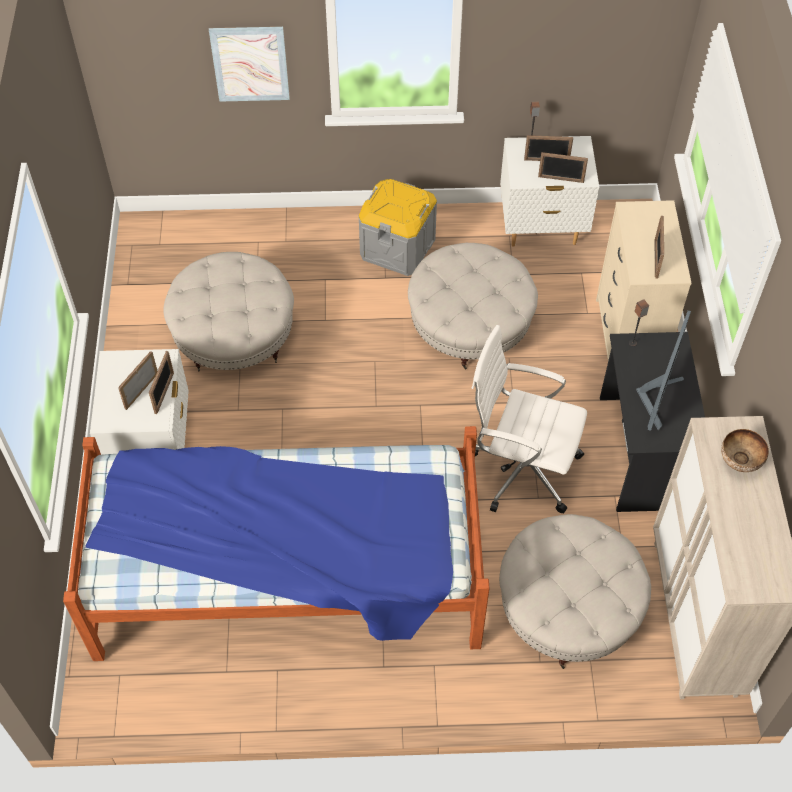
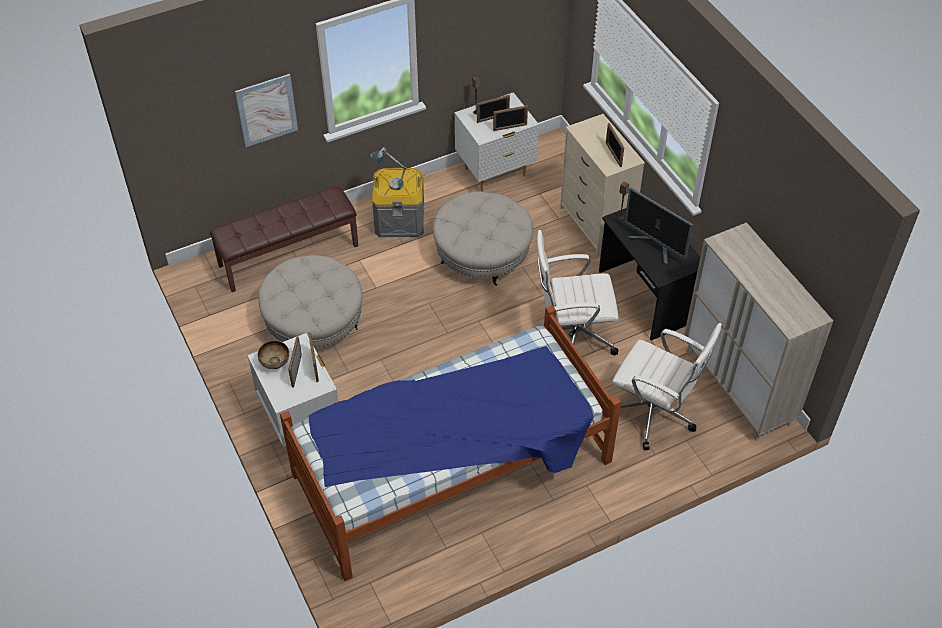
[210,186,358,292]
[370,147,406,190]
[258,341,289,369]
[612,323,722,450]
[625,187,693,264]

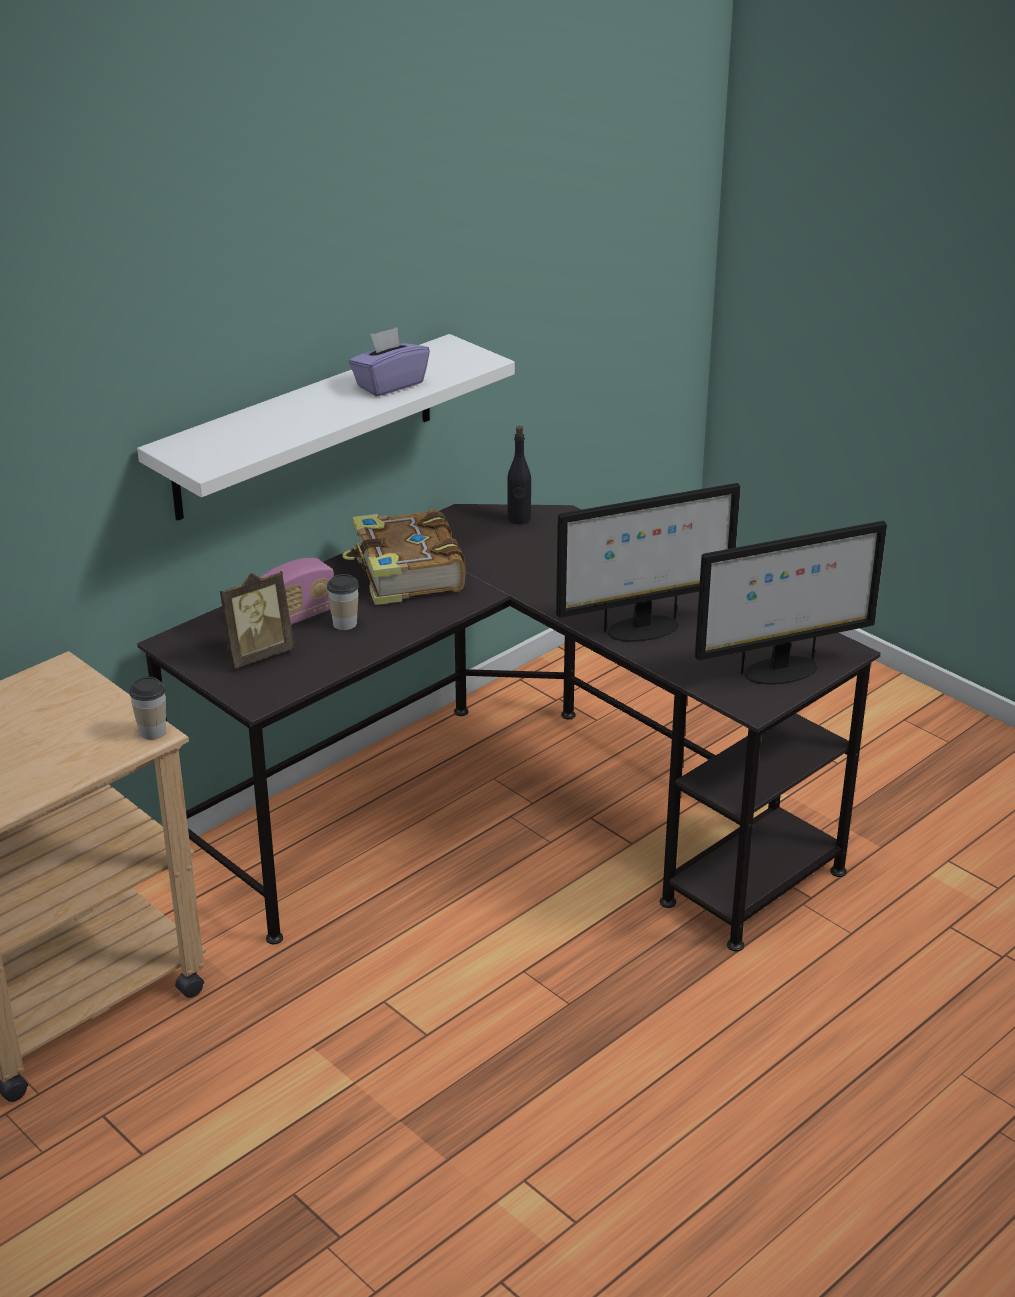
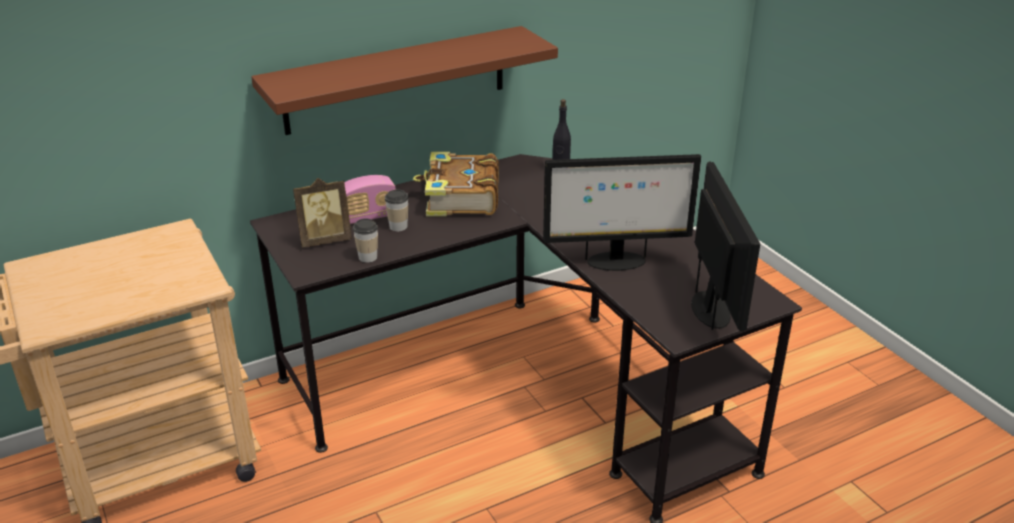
[349,327,430,397] (first image)
[353,219,378,263]
[251,26,558,135]
[691,162,760,331]

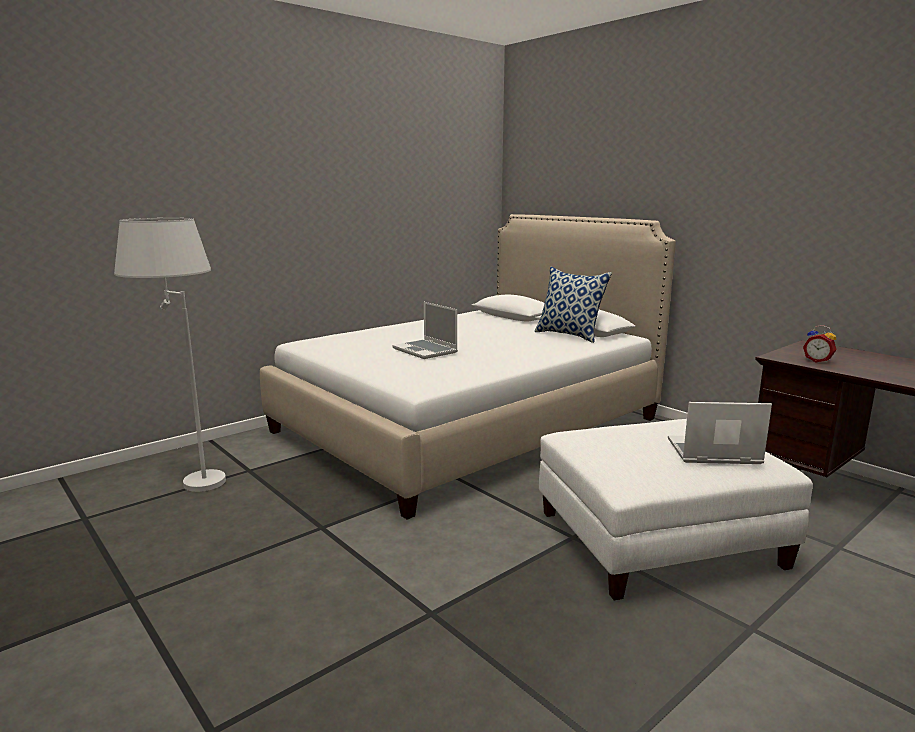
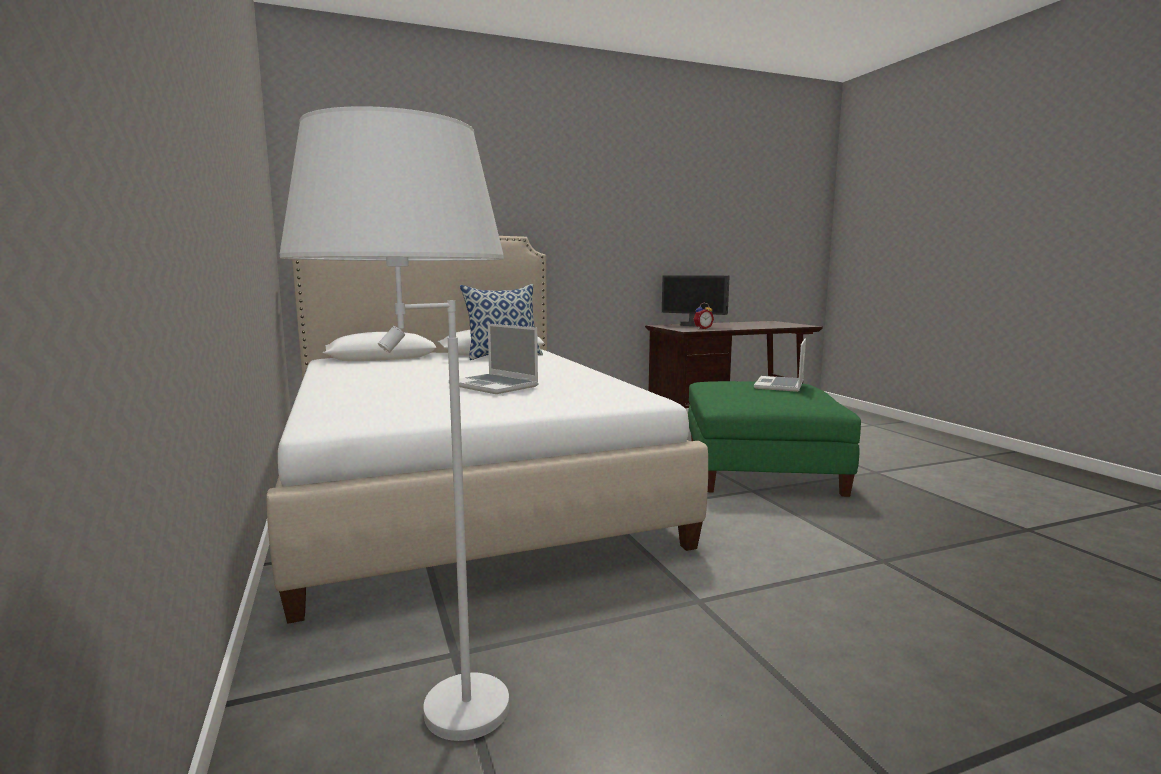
[662,275,730,327]
[688,381,861,497]
[459,324,539,394]

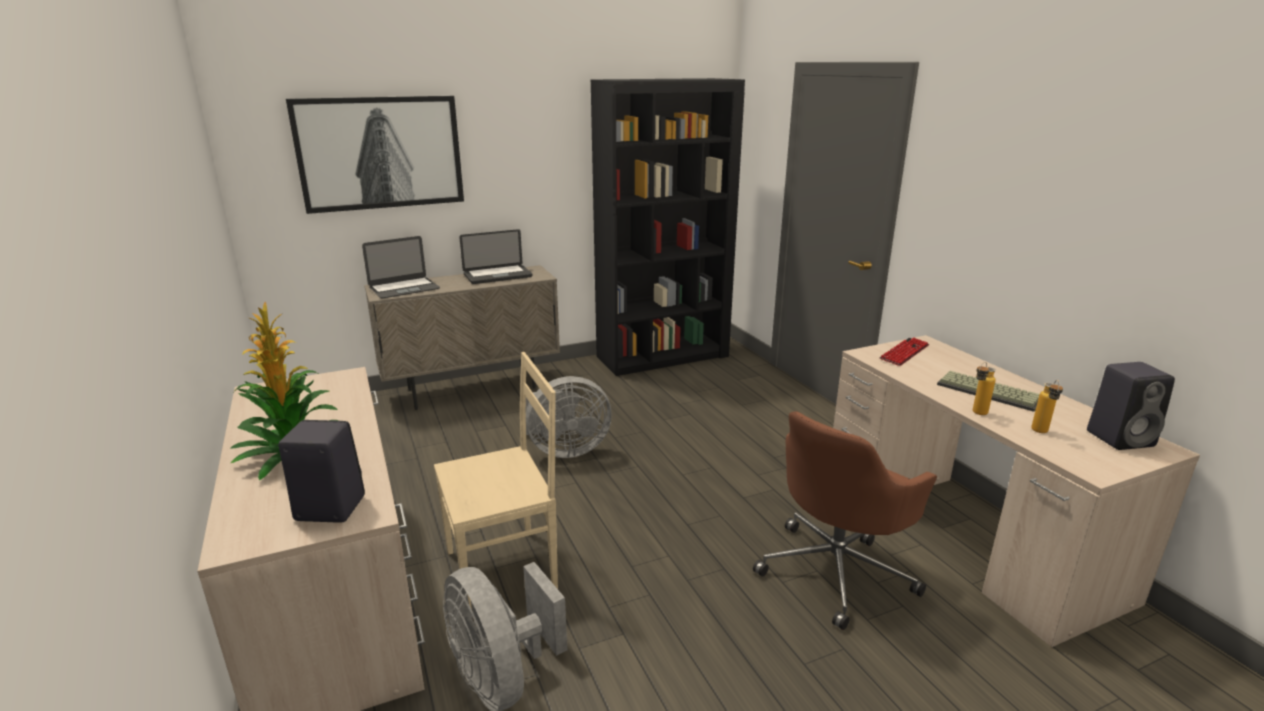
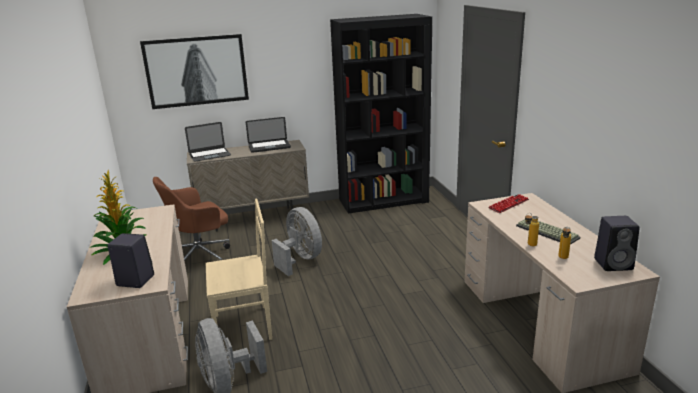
[153,177,230,261]
[271,207,322,276]

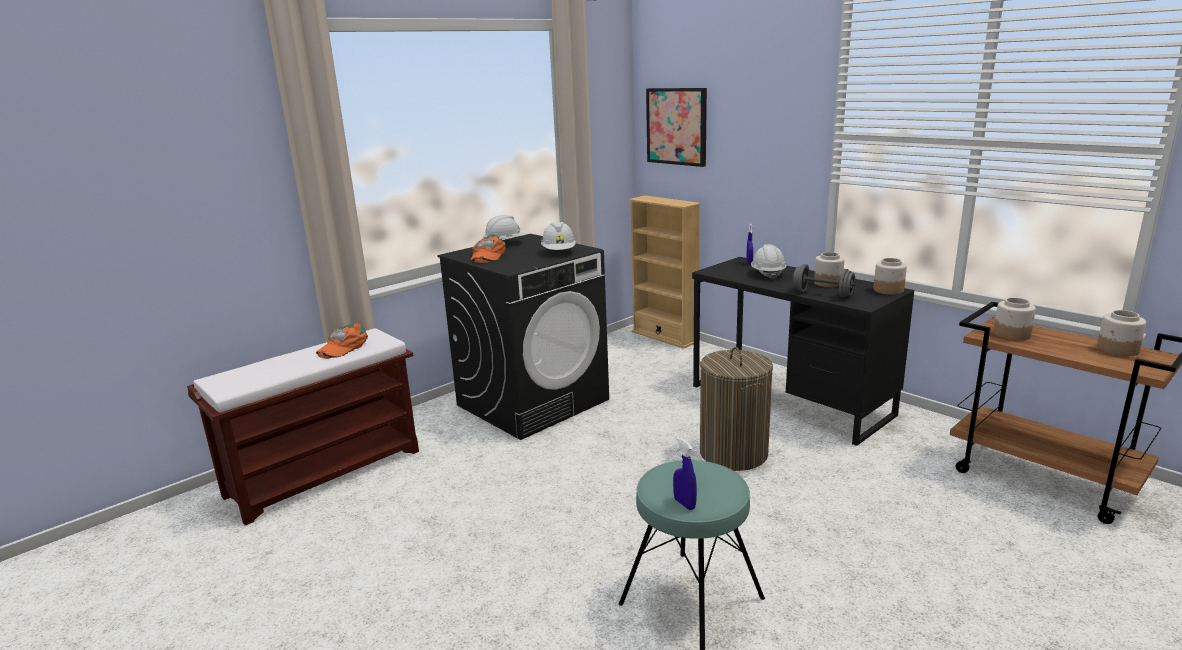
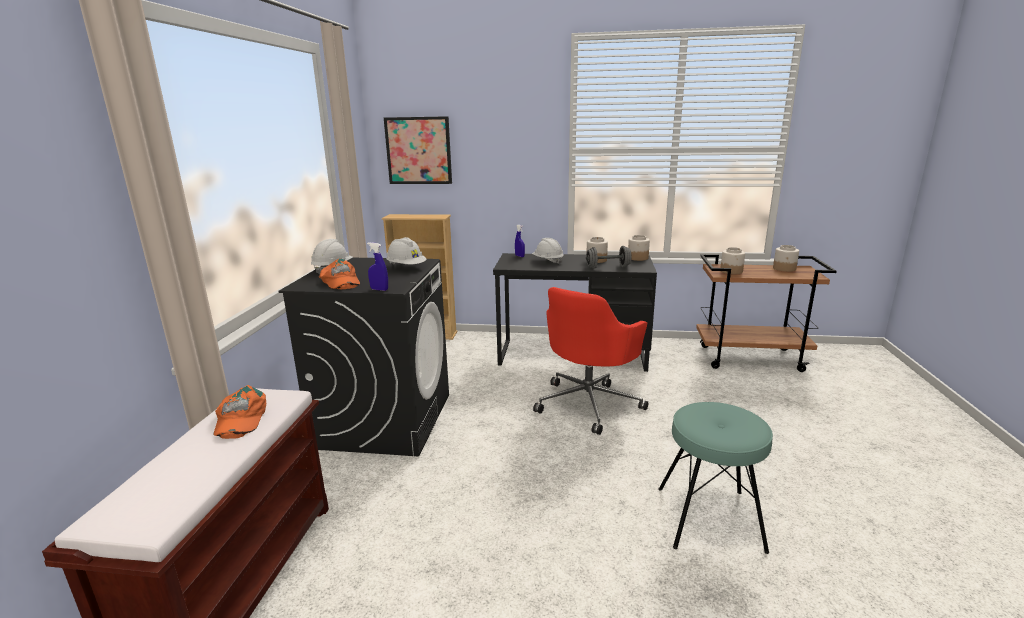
[367,242,388,291]
[533,287,648,435]

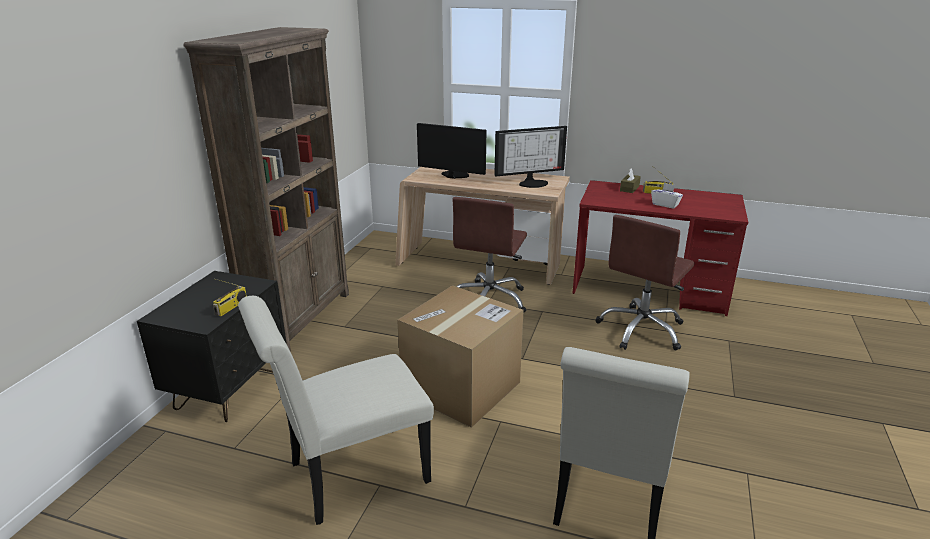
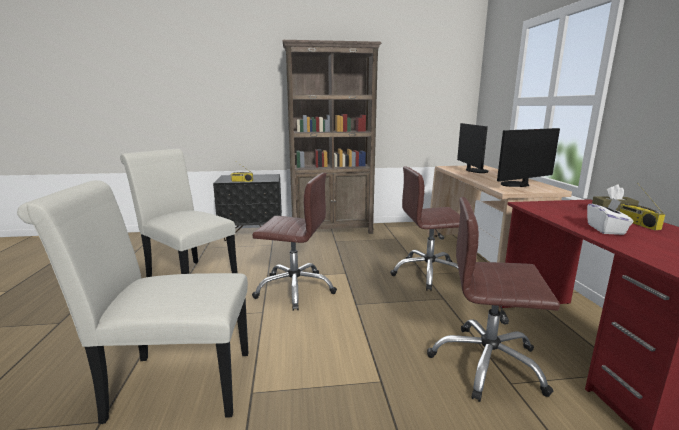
[252,173,337,311]
[497,128,560,187]

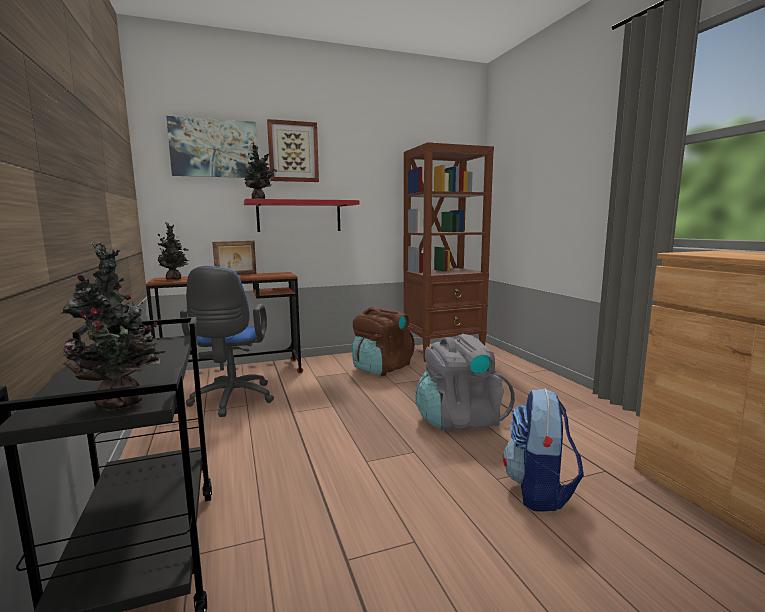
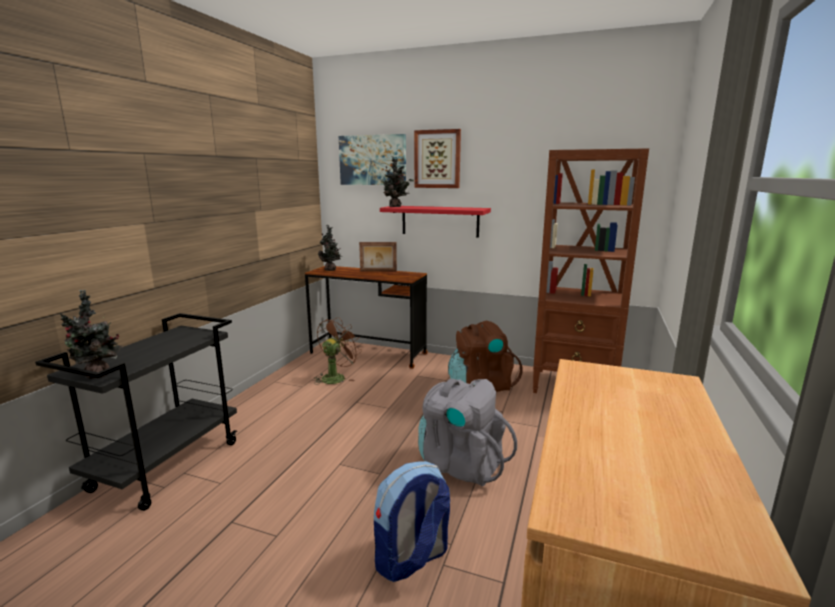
[314,317,362,385]

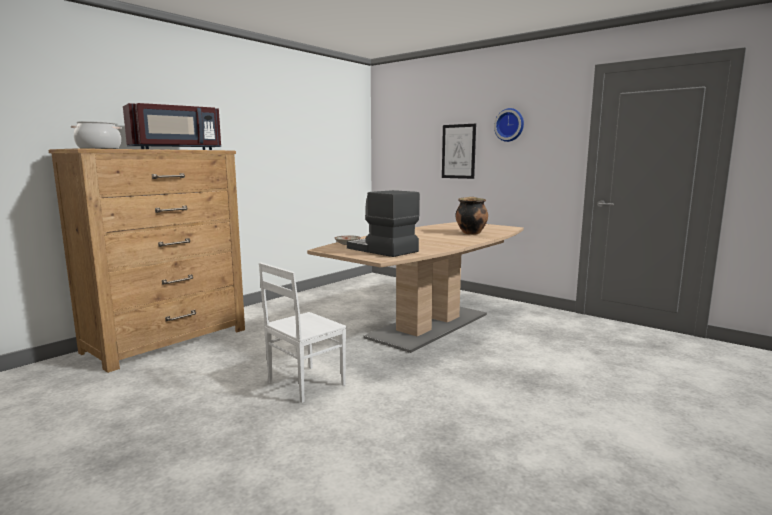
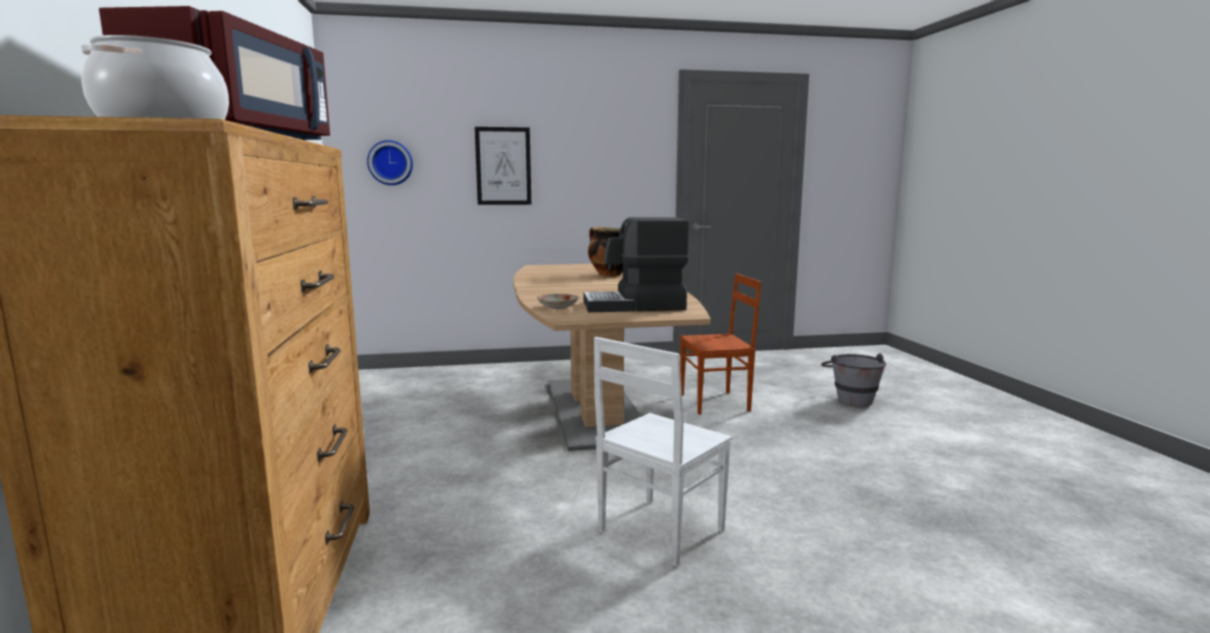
[680,273,761,415]
[821,353,886,407]
[367,140,413,185]
[594,337,732,567]

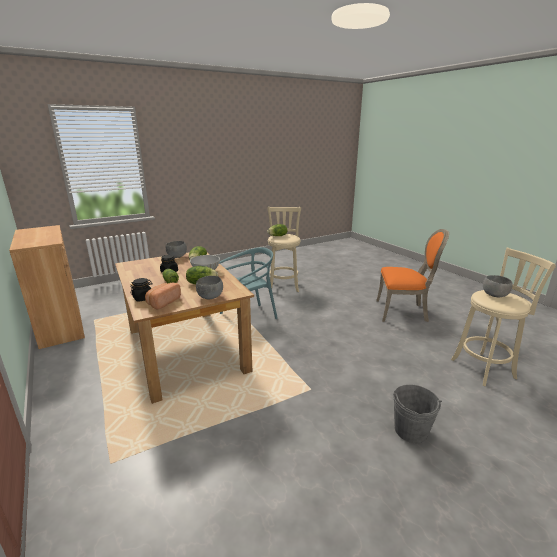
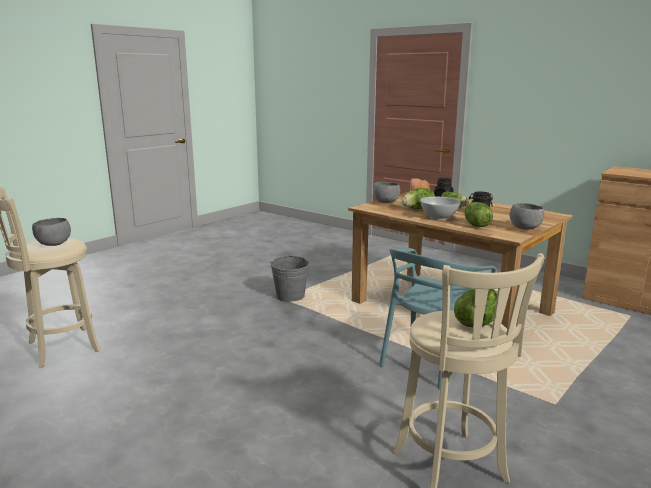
[376,229,449,322] (first image)
[270,256,310,302]

